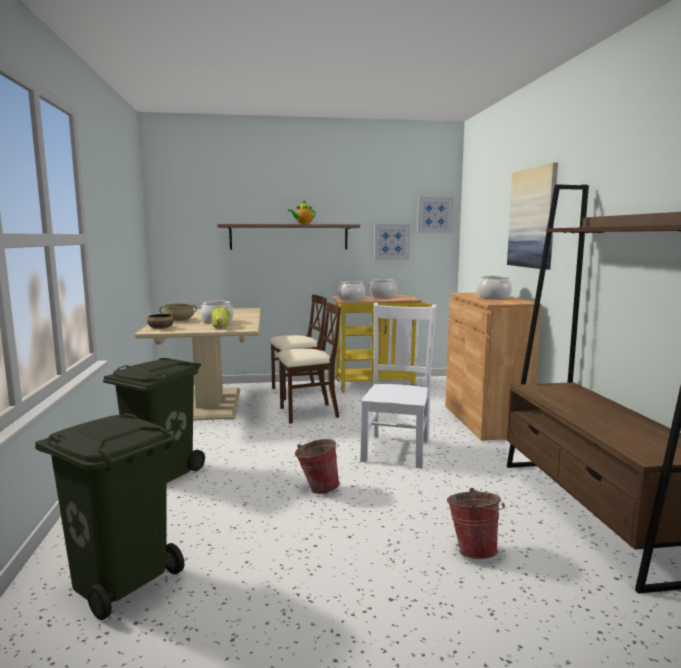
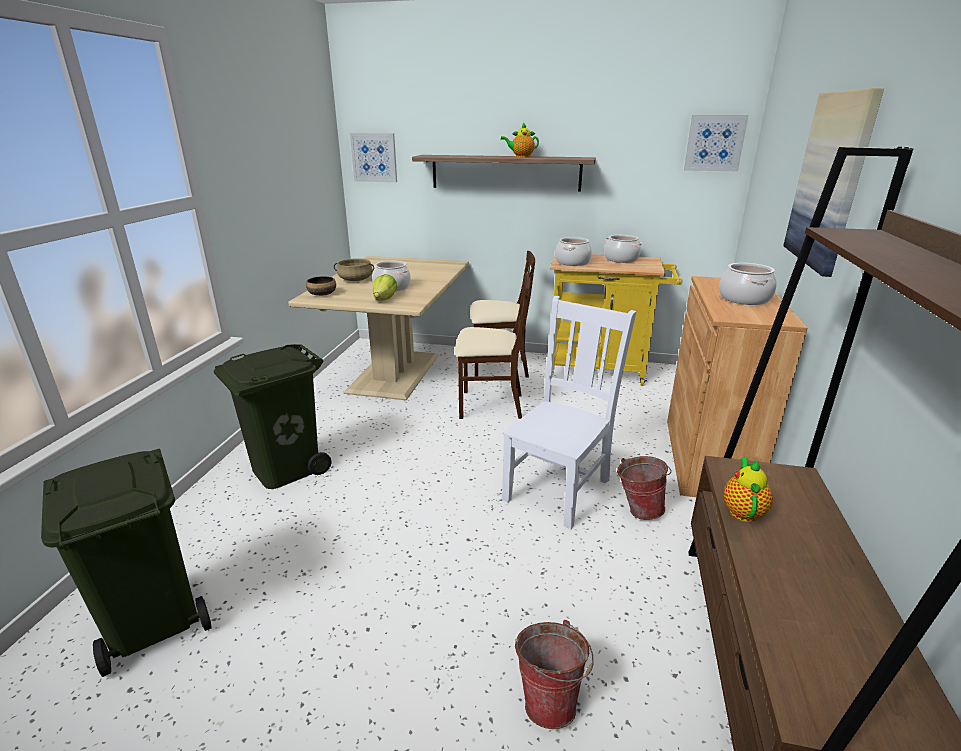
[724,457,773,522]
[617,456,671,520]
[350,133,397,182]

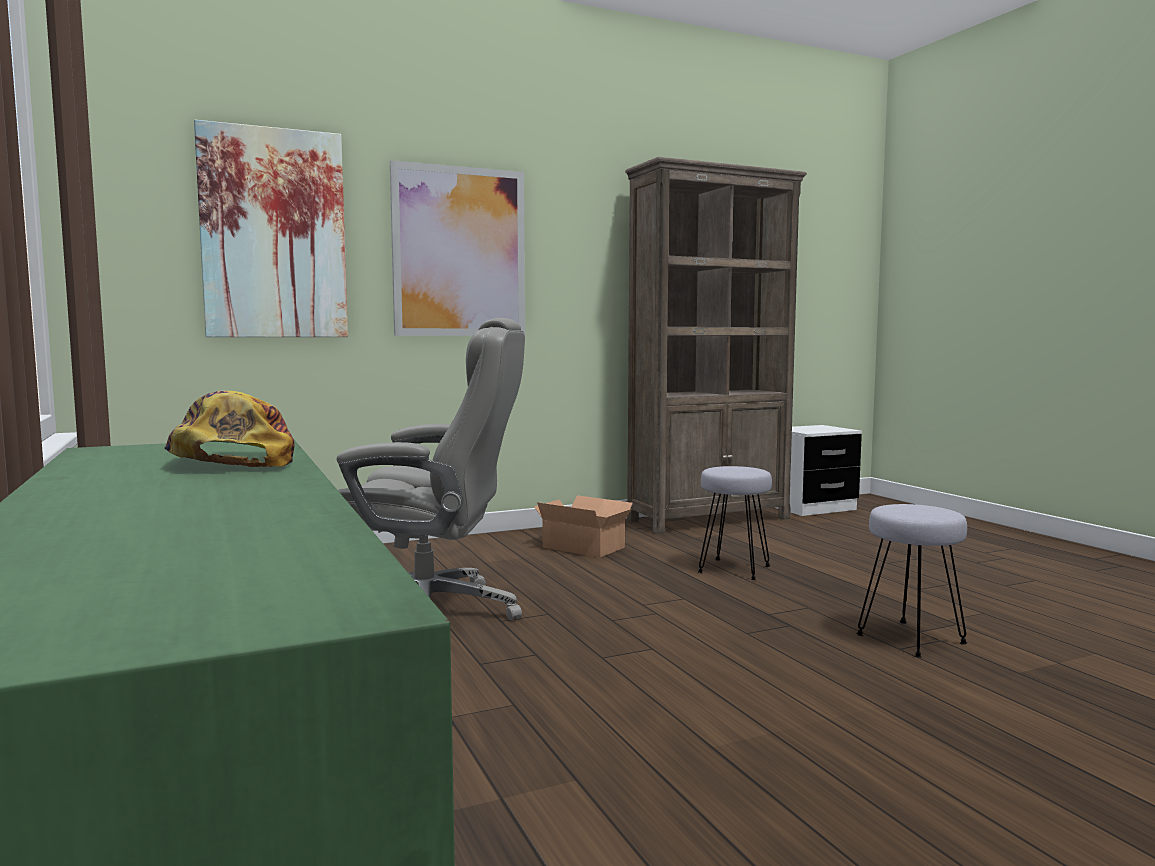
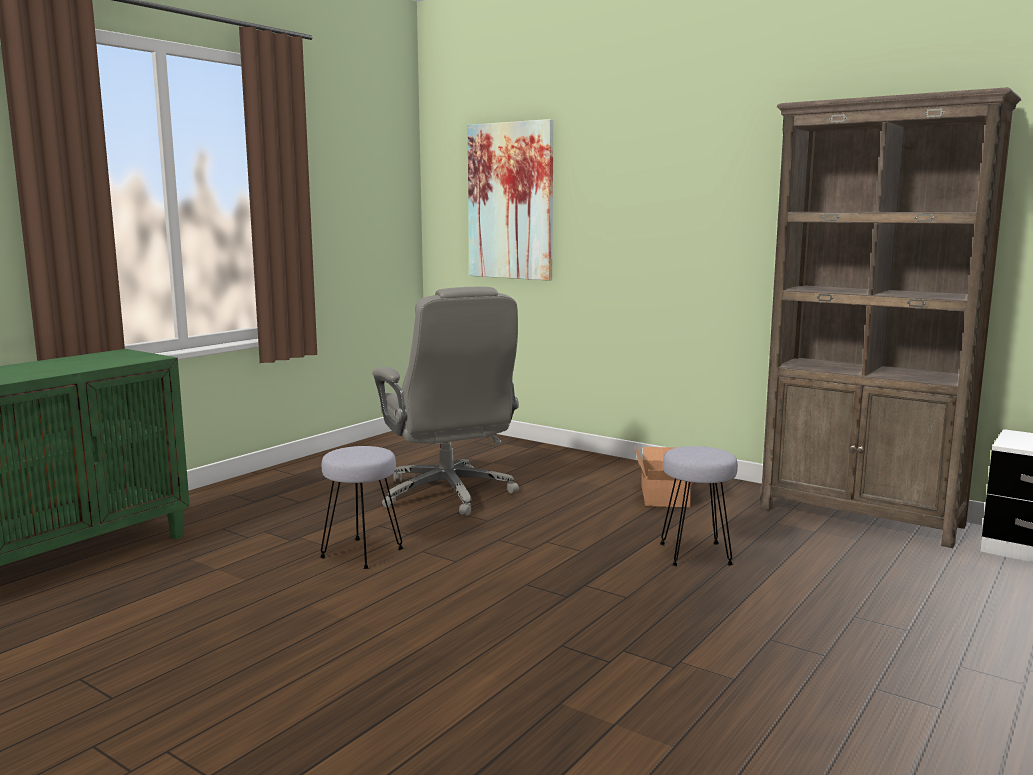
[164,391,295,467] (first image)
[390,160,525,336] (first image)
[320,446,403,569]

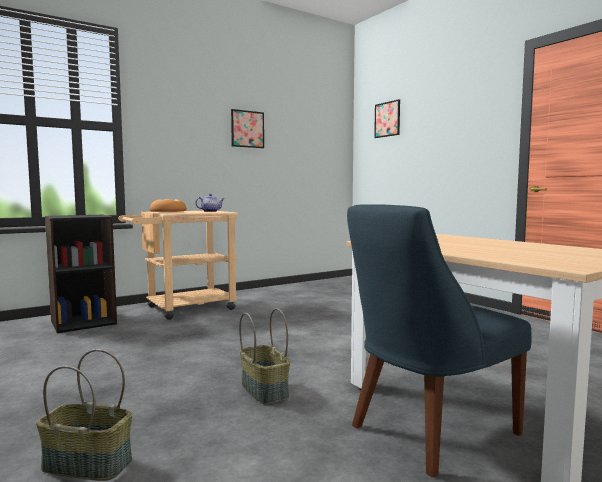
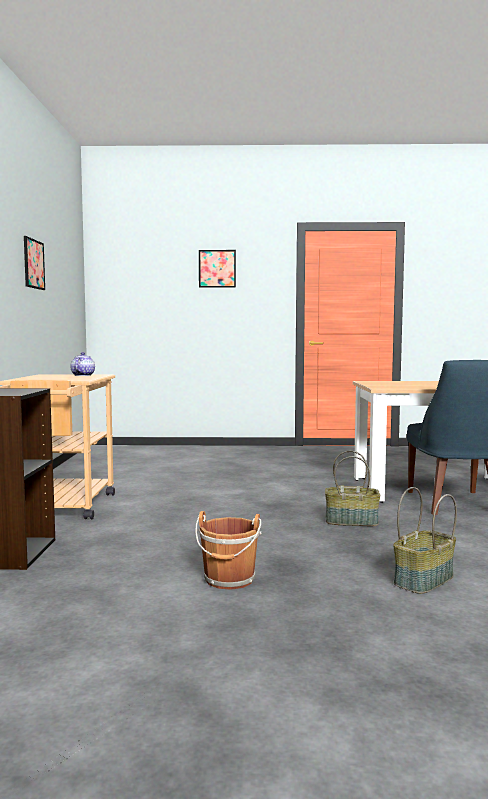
[150,199,187,212] (first image)
[195,511,262,590]
[199,250,236,287]

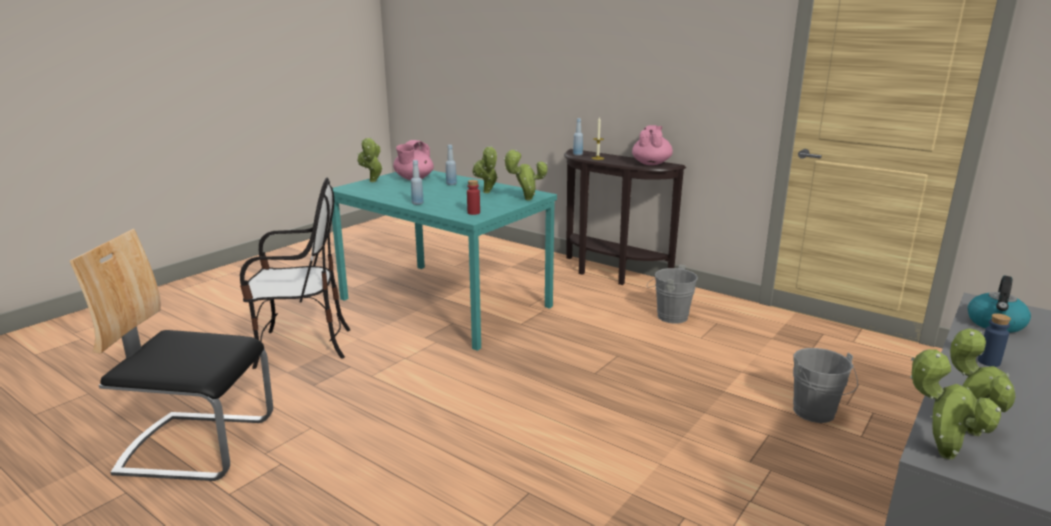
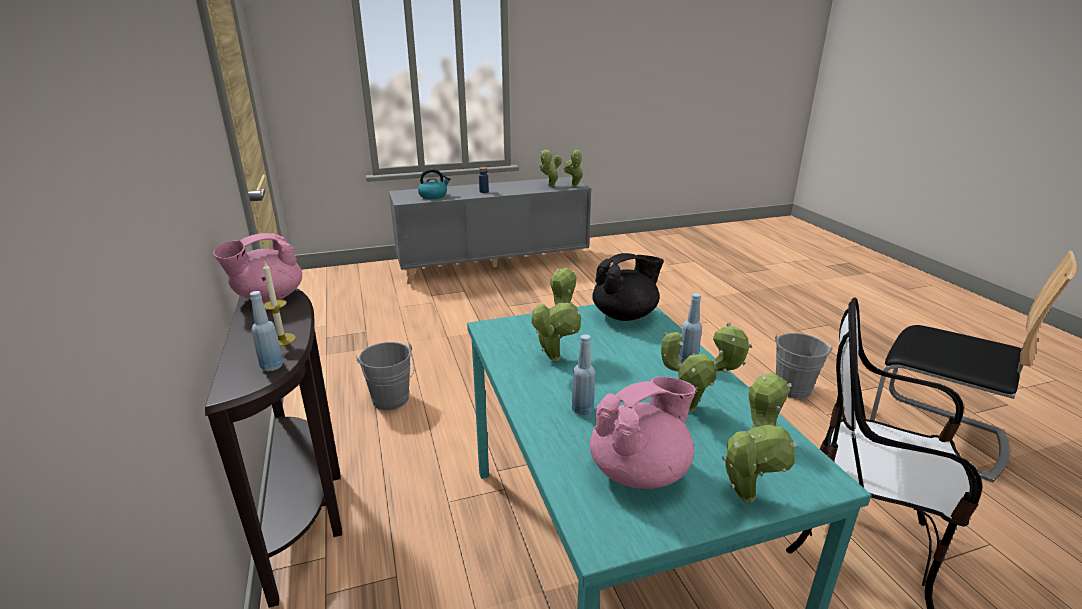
[661,323,752,413]
[775,333,833,399]
[592,253,664,321]

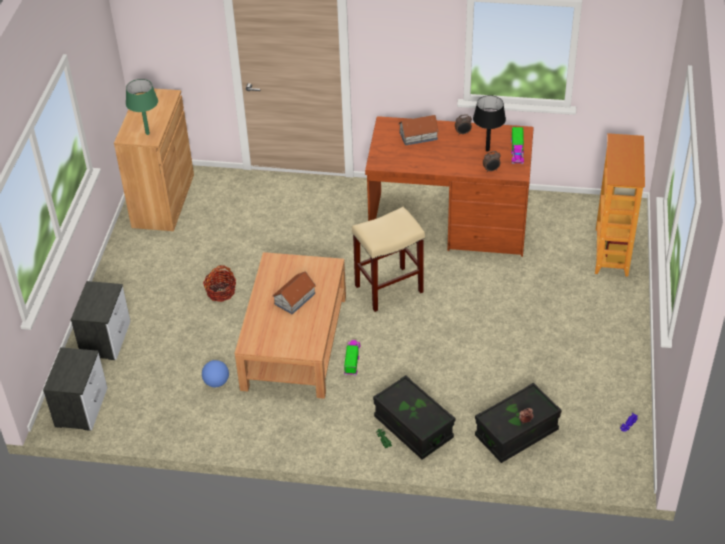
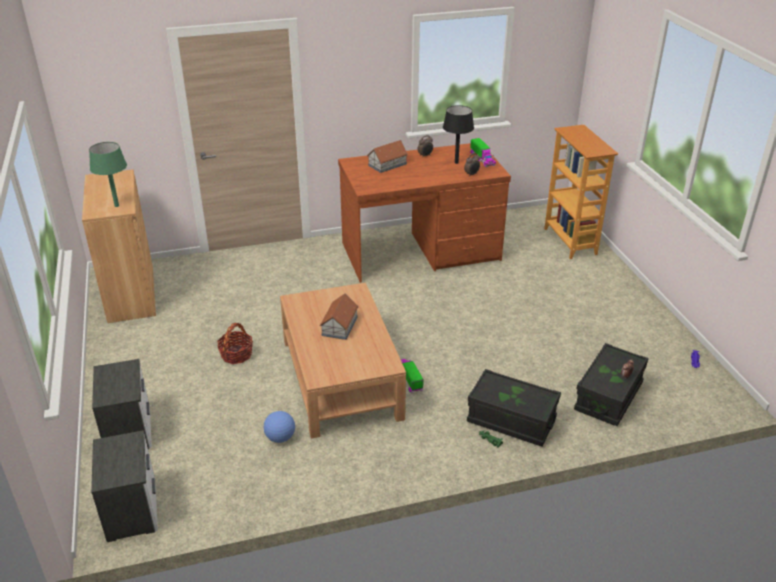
[352,207,425,312] (first image)

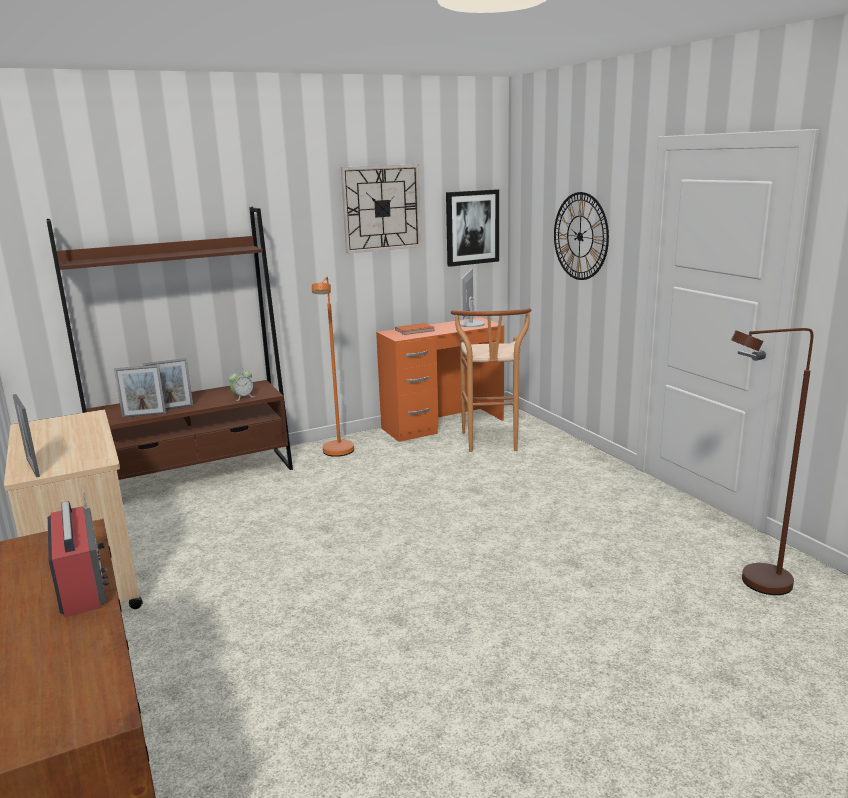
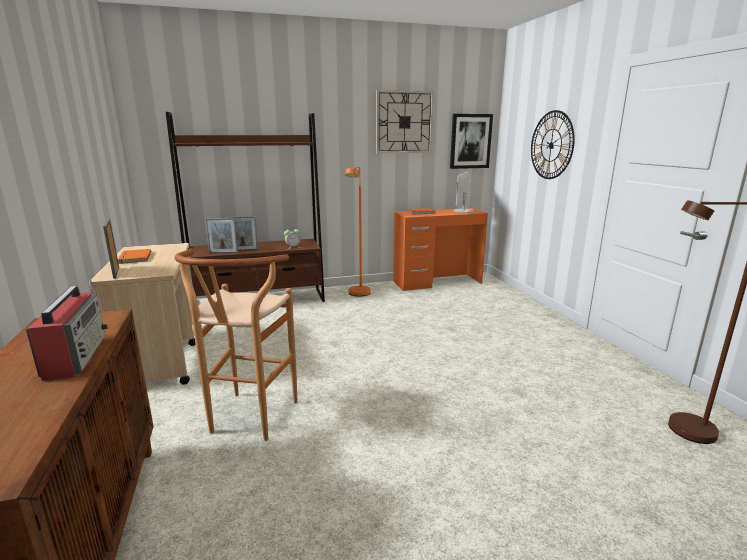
[118,249,151,264]
[174,249,297,441]

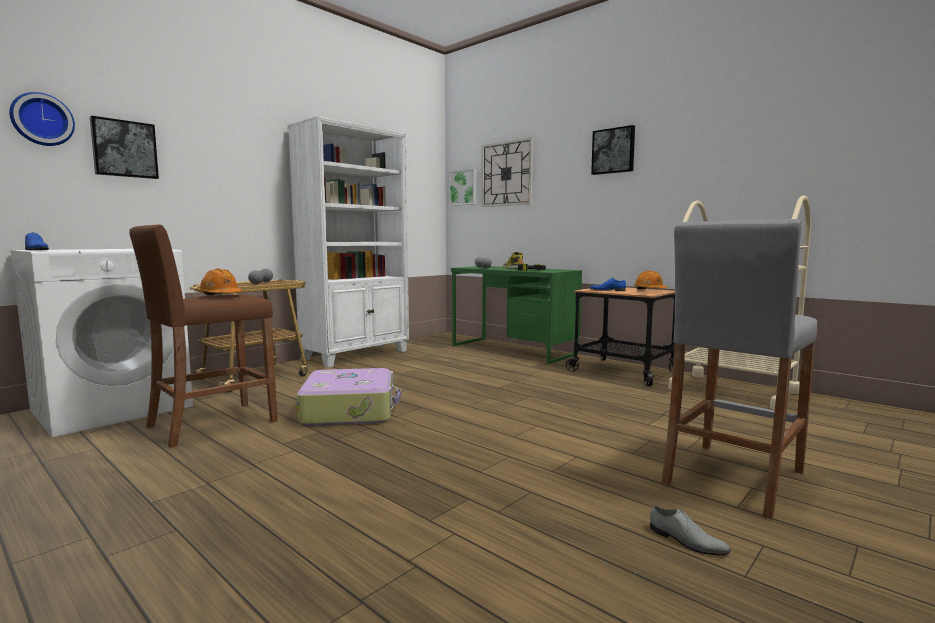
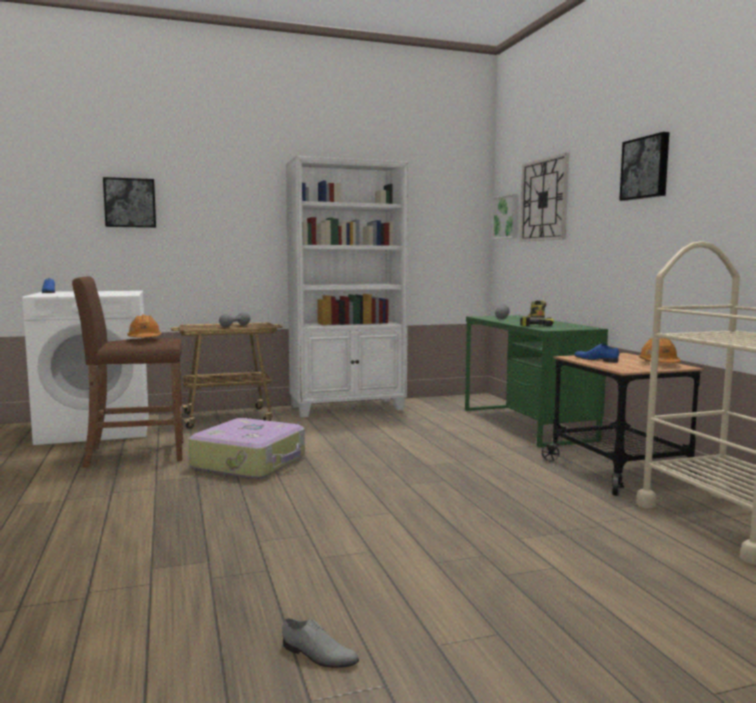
[9,92,75,146] (first image)
[661,219,817,519] (first image)
[282,618,359,668]

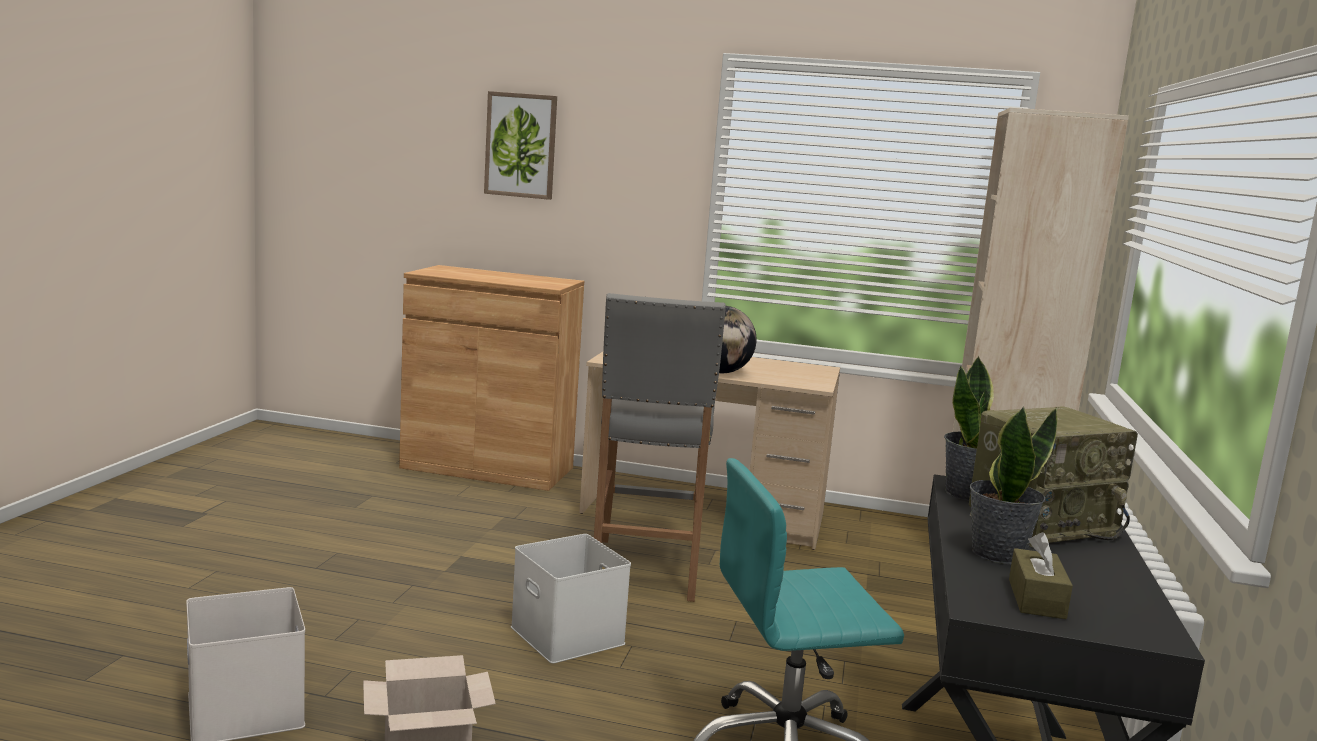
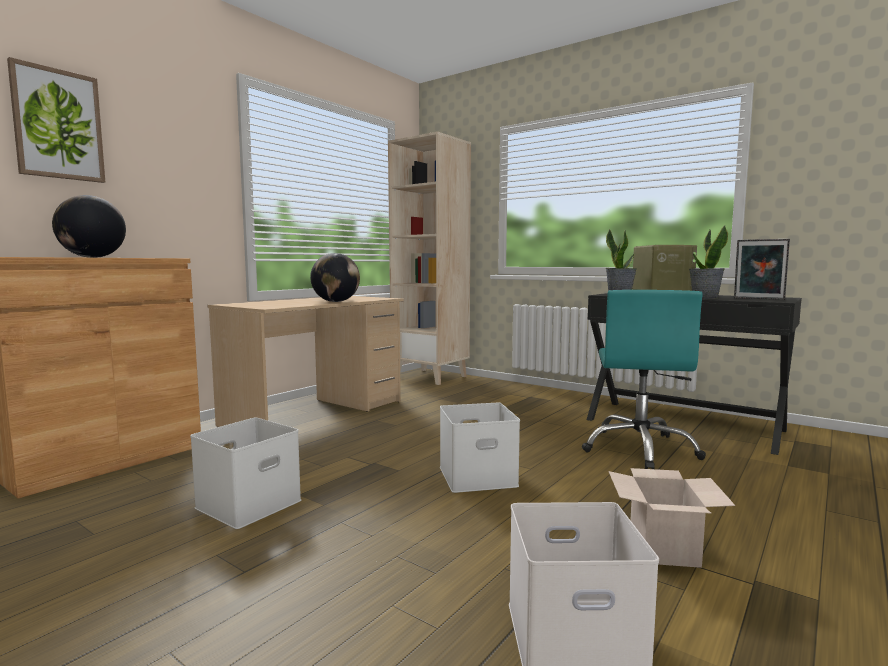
[594,293,726,602] (first image)
[52,195,126,258]
[190,418,301,529]
[734,239,790,300]

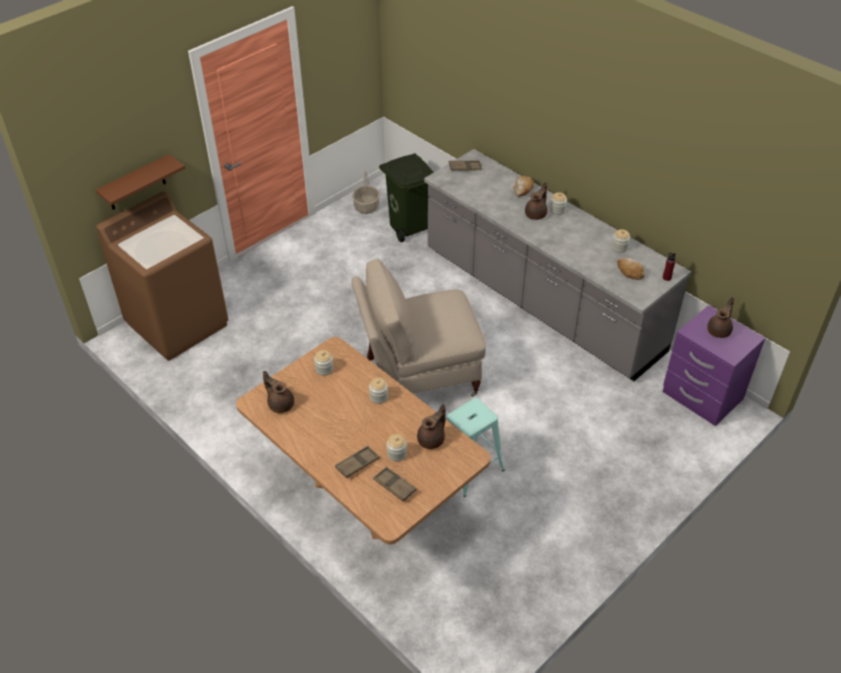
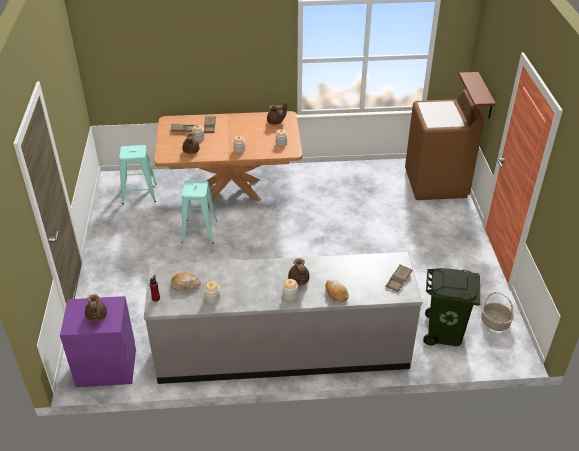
[351,258,486,397] (first image)
[119,145,157,204]

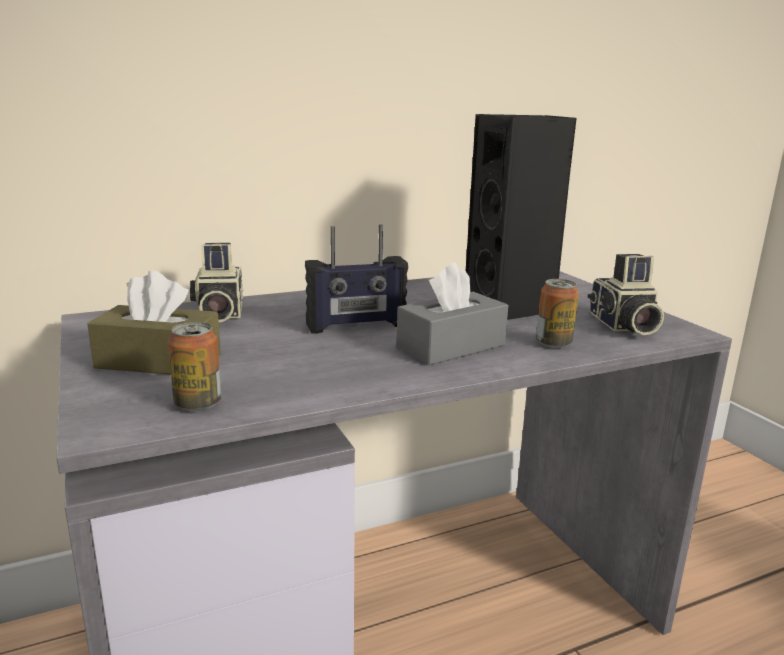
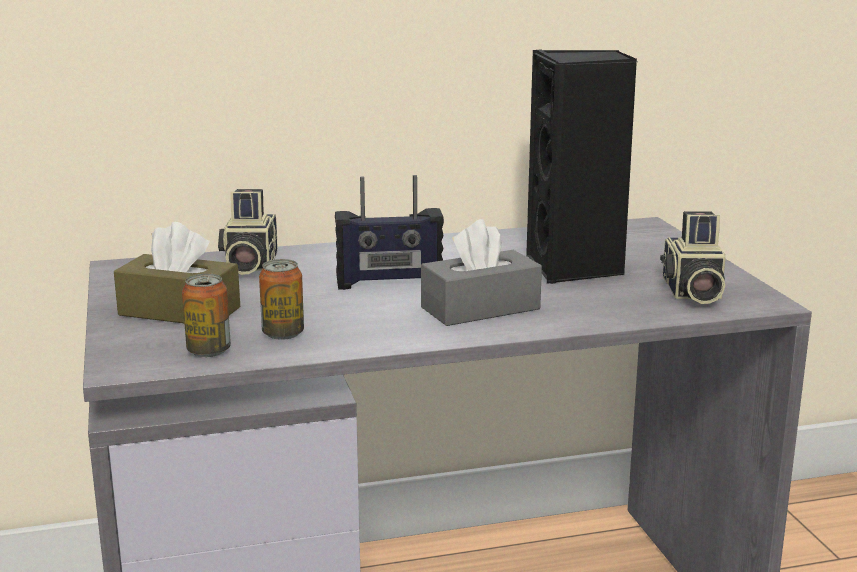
[259,259,304,340]

